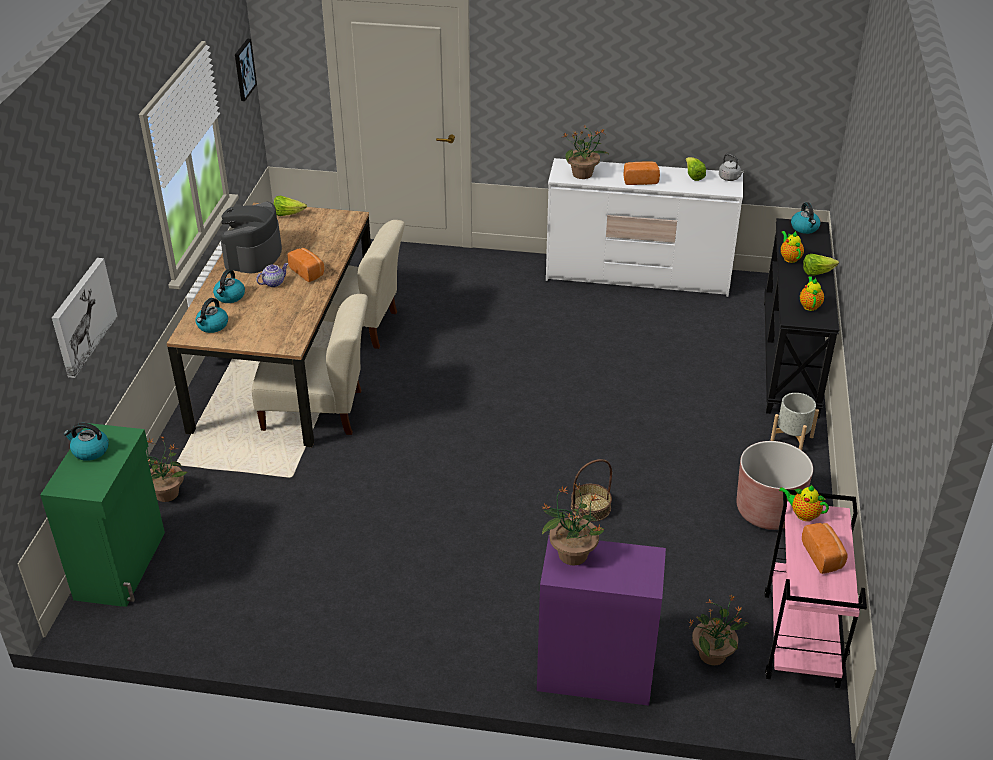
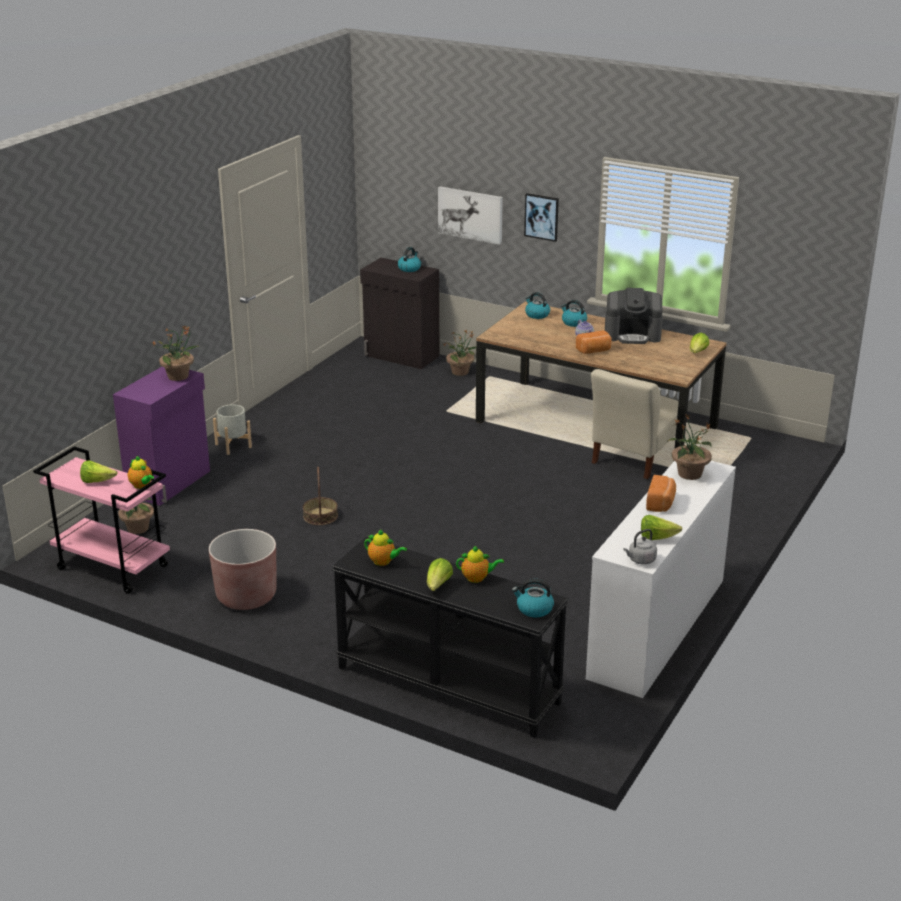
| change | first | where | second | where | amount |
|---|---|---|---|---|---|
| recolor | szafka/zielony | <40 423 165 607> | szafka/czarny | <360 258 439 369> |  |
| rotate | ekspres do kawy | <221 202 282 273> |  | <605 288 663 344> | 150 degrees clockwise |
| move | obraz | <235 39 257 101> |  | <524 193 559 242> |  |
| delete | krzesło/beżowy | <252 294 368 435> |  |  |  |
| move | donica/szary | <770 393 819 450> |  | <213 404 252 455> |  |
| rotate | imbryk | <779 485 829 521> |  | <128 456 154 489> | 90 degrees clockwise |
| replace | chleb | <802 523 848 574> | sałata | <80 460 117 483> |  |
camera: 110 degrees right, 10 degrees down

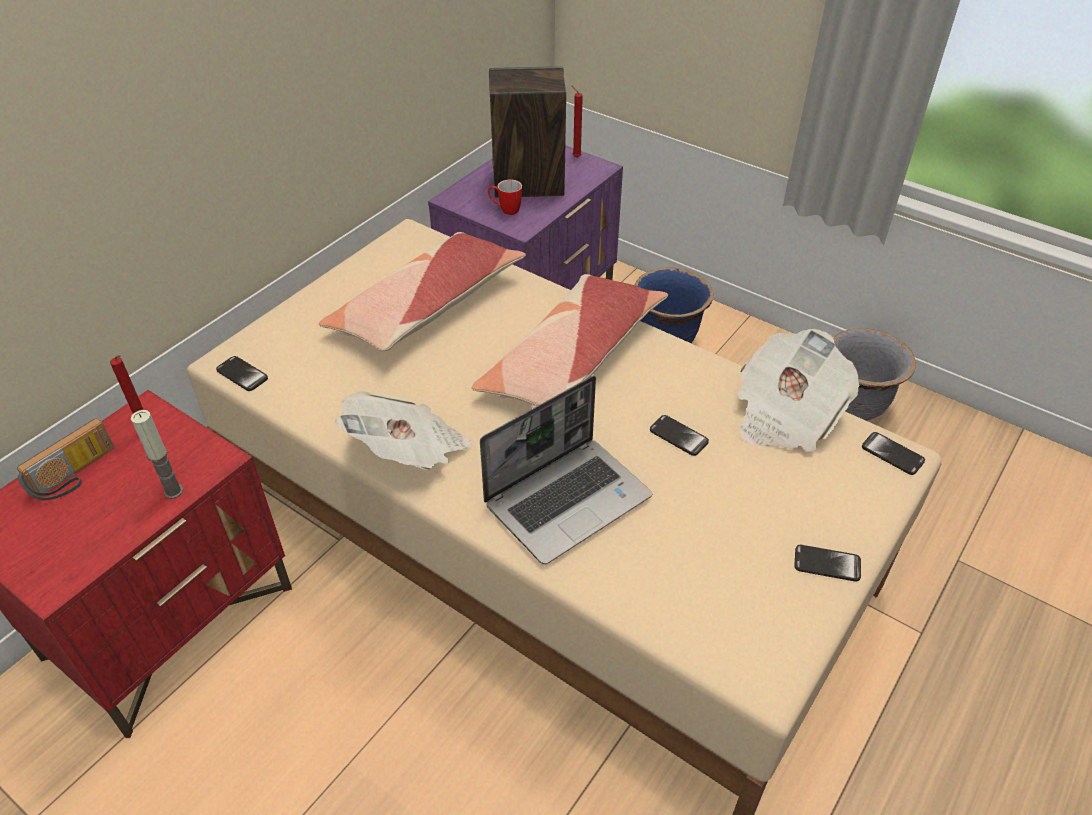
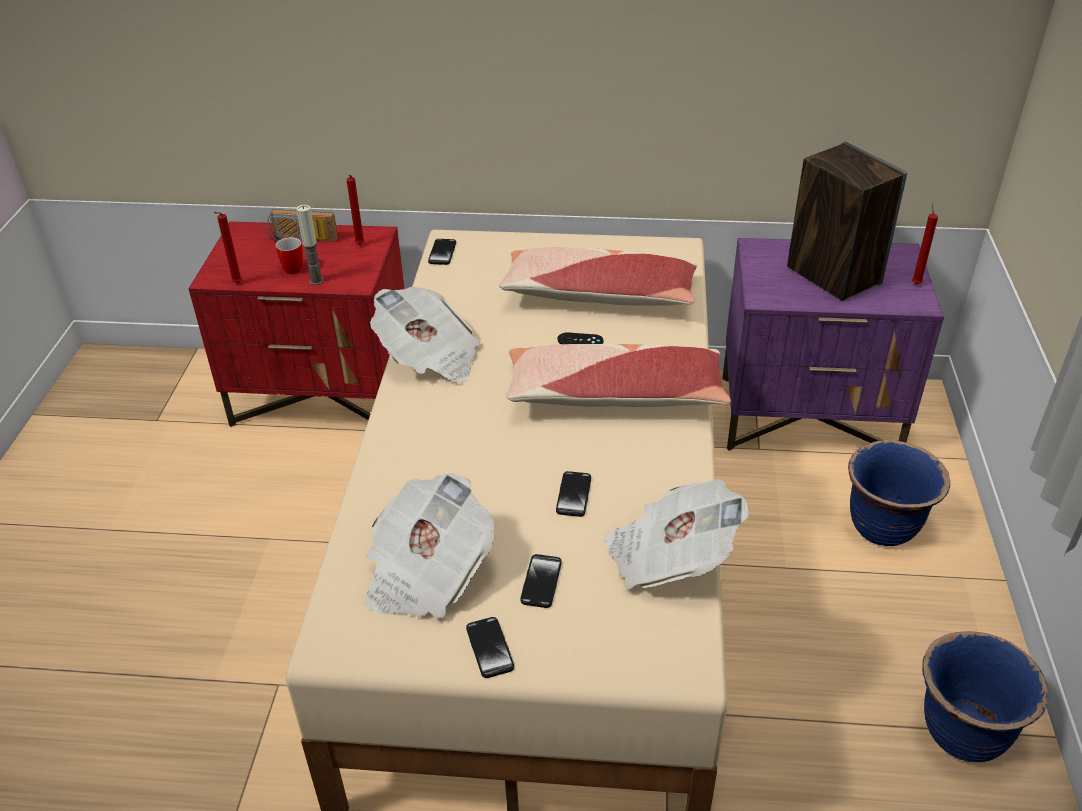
| change | first | where | second | where | amount |
|---|---|---|---|---|---|
| delete | laptop | <480 376 652 565> |  |  |  |
| move | kubek | <488 179 522 215> |  | <275 237 303 274> |  |
| recolor | donica/szary | <834 328 916 421> | donica/niebieski | <922 632 1048 762> |  |
| move | telefon | <862 432 925 475> |  | <520 554 562 608> |  |
| insert |  |  | świeca/czerwony | <213 212 242 284> |  |
| insert |  |  | gazeta | <364 473 494 619> |  |
| insert |  |  | pad do gier/czarny | <557 332 604 344> |  |
camera: 60 degrees right, 5 degrees down

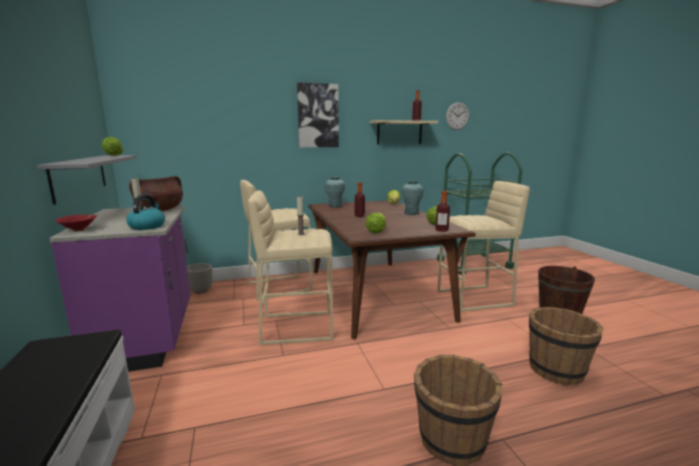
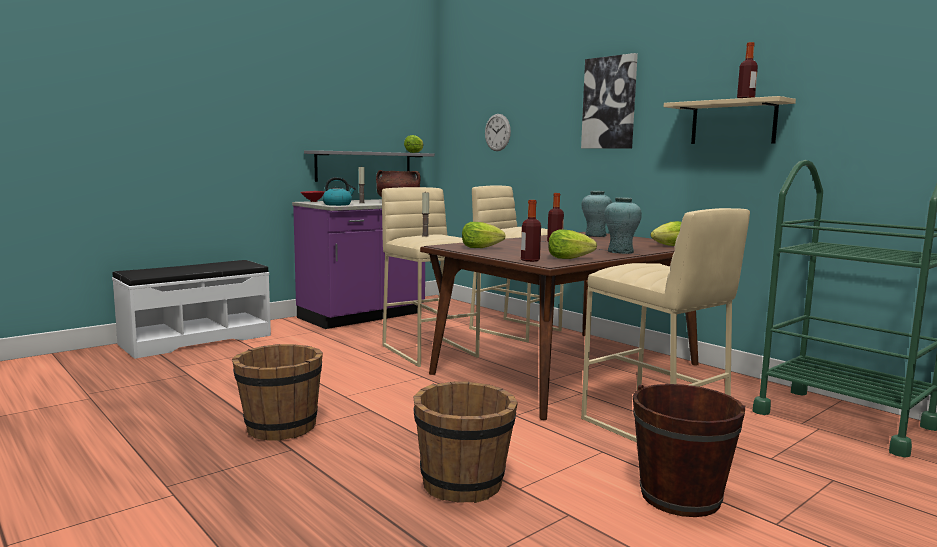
| change | first | where | second | where | amount |
|---|---|---|---|---|---|
| delete | donica | <187 263 213 294> |  |  |  |
| move | zegar ścienny | <446 102 469 130> |  | <485 114 511 151> |  |
camera: 65 degrees right, 5 degrees down

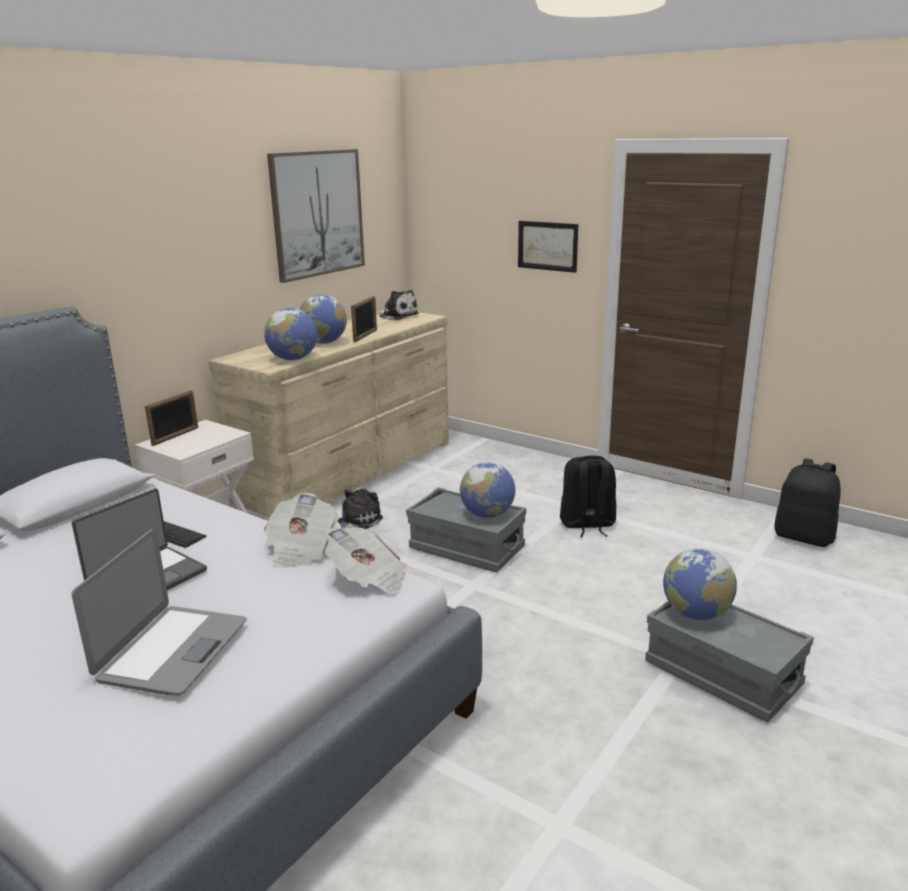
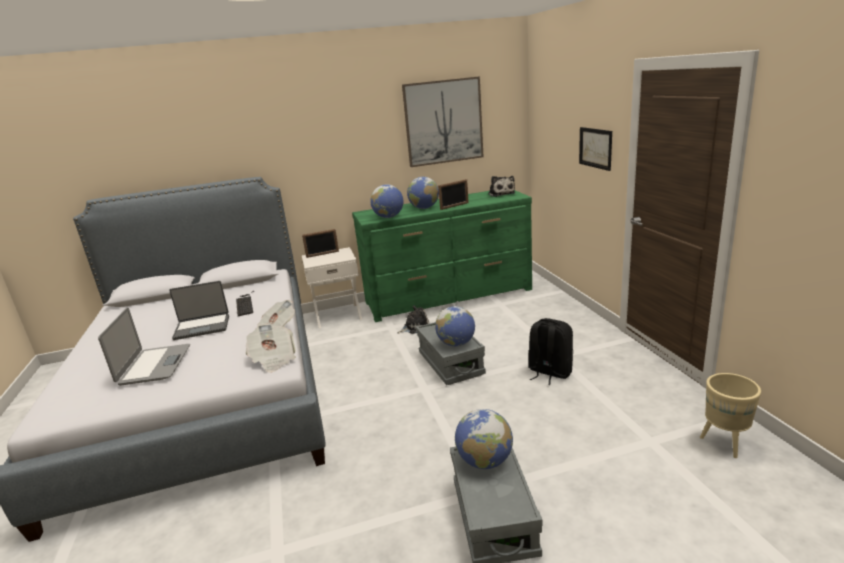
| change | first | where | second | where | amount |
|---|---|---|---|---|---|
| rotate | laptop | <71 529 247 695> |  | <98 308 190 386> | 60 degrees counterclockwise |
| recolor | komoda/beżowy | <209 310 449 517> | komoda/zielony | <352 190 532 322> |  |
| replace | plecak/czarny | <774 458 841 547> | donica/beżowy | <700 373 761 458> |  |
camera: 40 degrees right, 0 degrees up

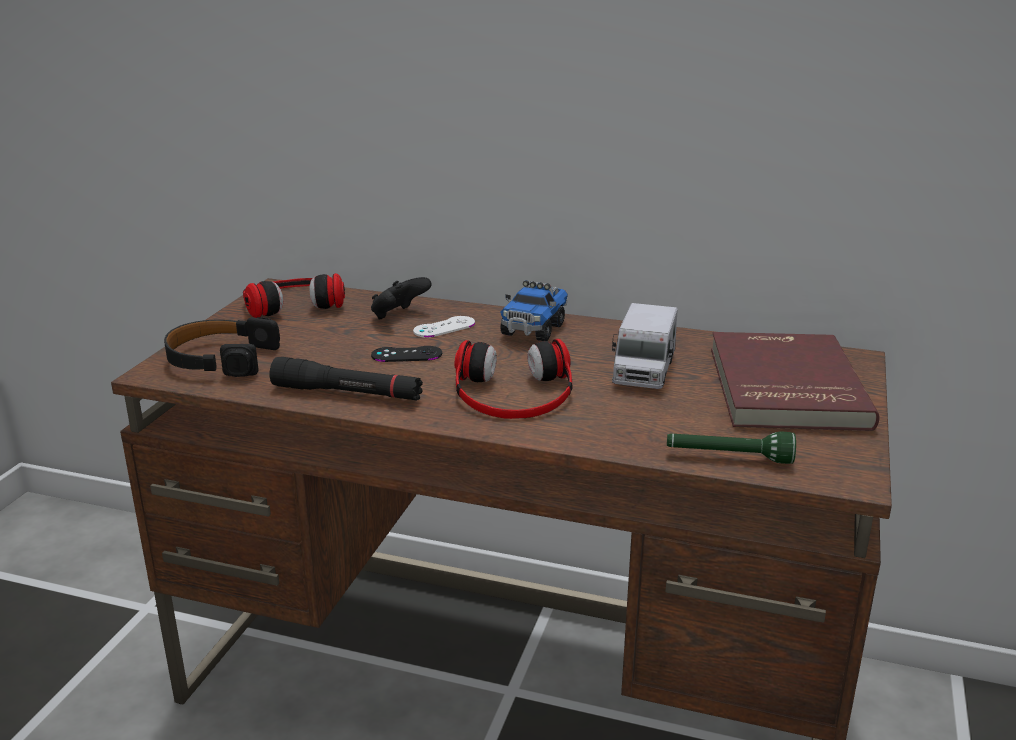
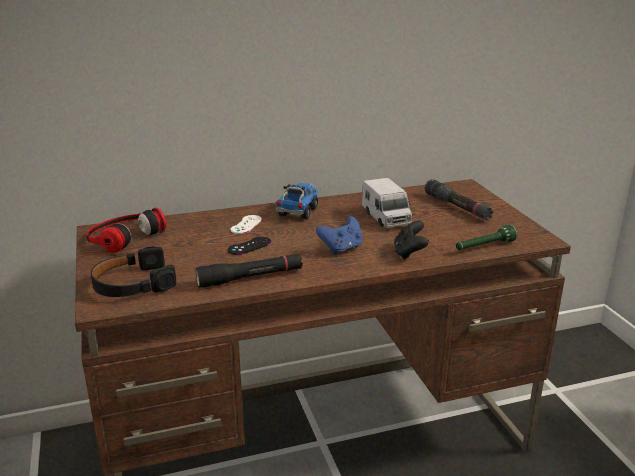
| change | first | where | second | where | amount |
|---|---|---|---|---|---|
| move | pad do gier/czarny | <371 277 432 319> |  | <394 221 429 259> |  |
| replace | słuchawki | <454 339 572 419> | pad do gier/niebieski | <316 216 363 255> |  |
| rotate | ciężarówka zabawkowa | <500 280 568 341> |  | <276 183 318 219> | 150 degrees counterclockwise |
| replace | książka/czerwony | <711 332 880 431> | latarka/czarny | <425 179 493 220> |  |
camera: 35 degrees left, 0 degrees up

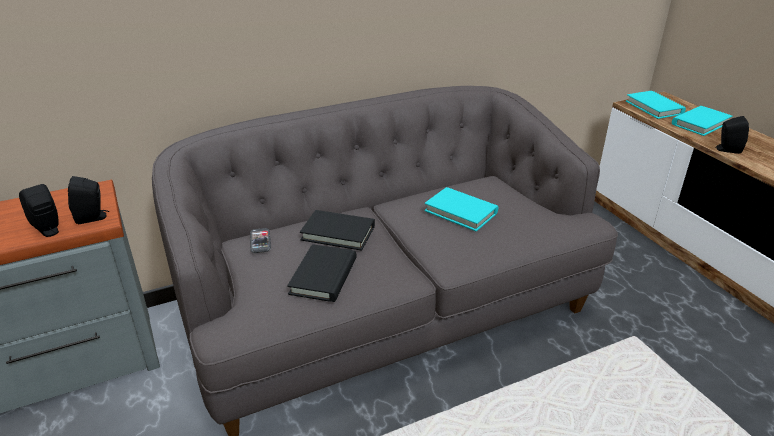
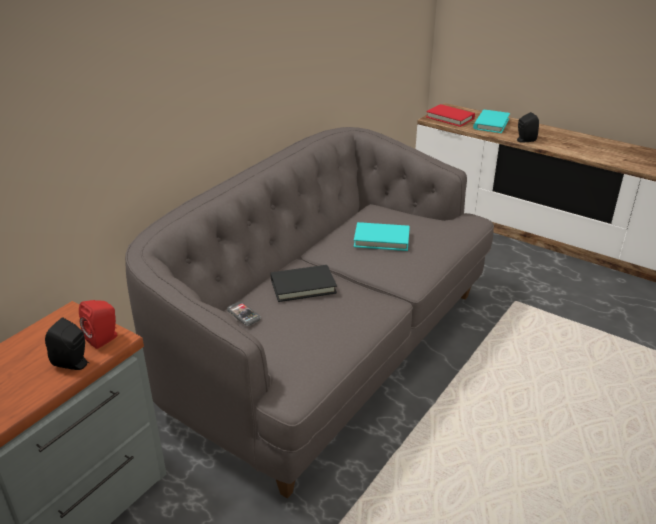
| change | first | where | second | where | amount |
|---|---|---|---|---|---|
| recolor | głośnik/czarny | <68 176 109 224> | głośnik/czerwony | <79 300 117 349> |  |
| delete | książka/czarny | <287 244 357 302> |  |  |  |
| recolor | książka/turkusowy | <626 91 686 119> | książka/czerwony | <426 104 475 127> |  |
camera: 30 degrees left, 0 degrees up

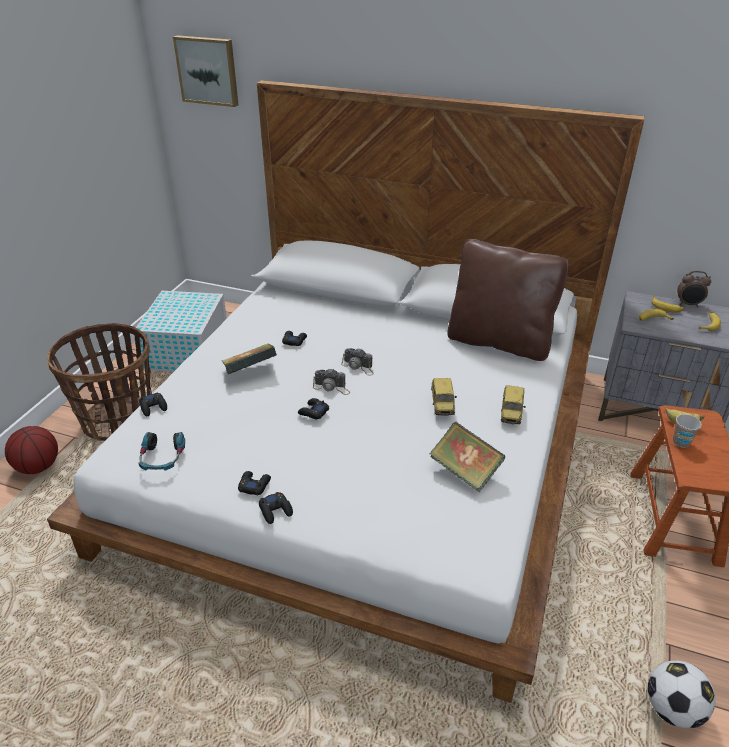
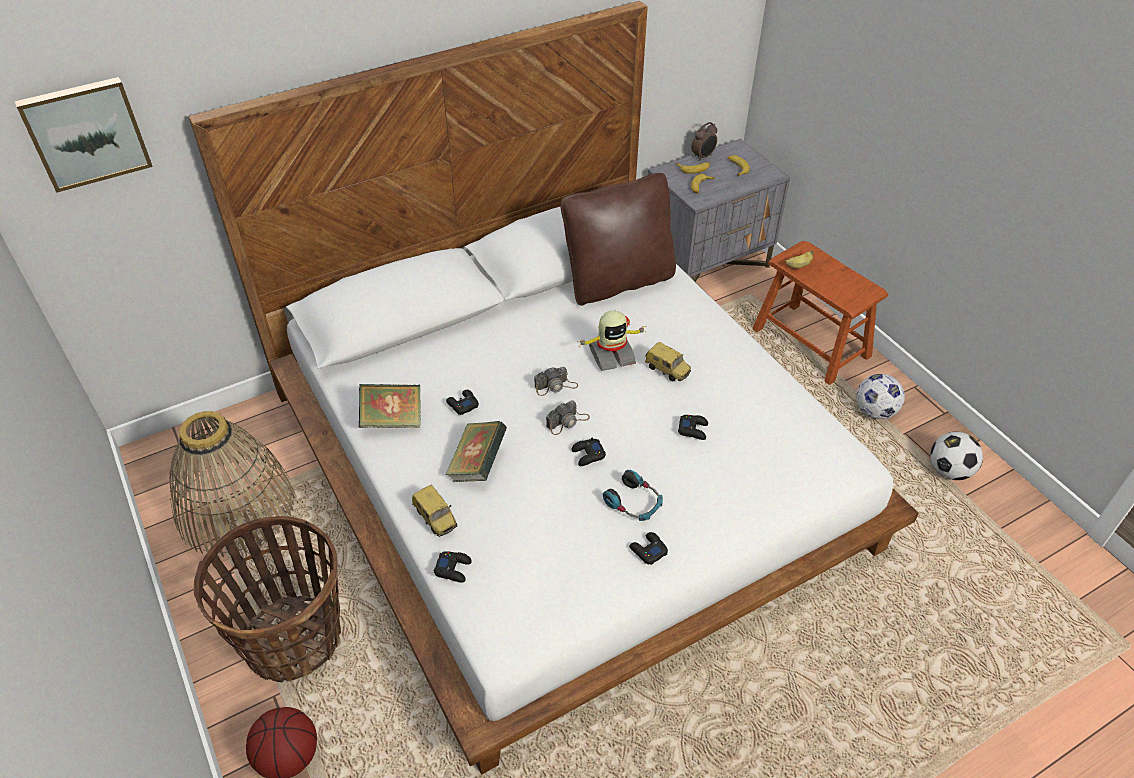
| change | first | where | second | where | amount |
|---|---|---|---|---|---|
| replace | pojemnik do przechowywania/biały | <136 291 227 372> | koszyk | <170 411 295 557> |  |
| move | słuchawki | <138 432 185 471> |  | <603 470 663 521> |  |
| move | pad do gier/czarny | <259 492 293 524> |  | <678 415 708 440> |  |
| move | książka | <430 422 505 492> |  | <359 384 421 428> |  |
| move | samochodzik | <501 385 525 424> |  | <412 485 457 537> |  |
| delete | filiżanka | <673 414 702 448> |  |  |  |
| insert |  |  | robot zabawkowy | <577 311 647 371> |  |
| insert |  |  | piłka futbolowa | <856 374 905 419> |  |
camera: 50 degrees left, 10 degrees up

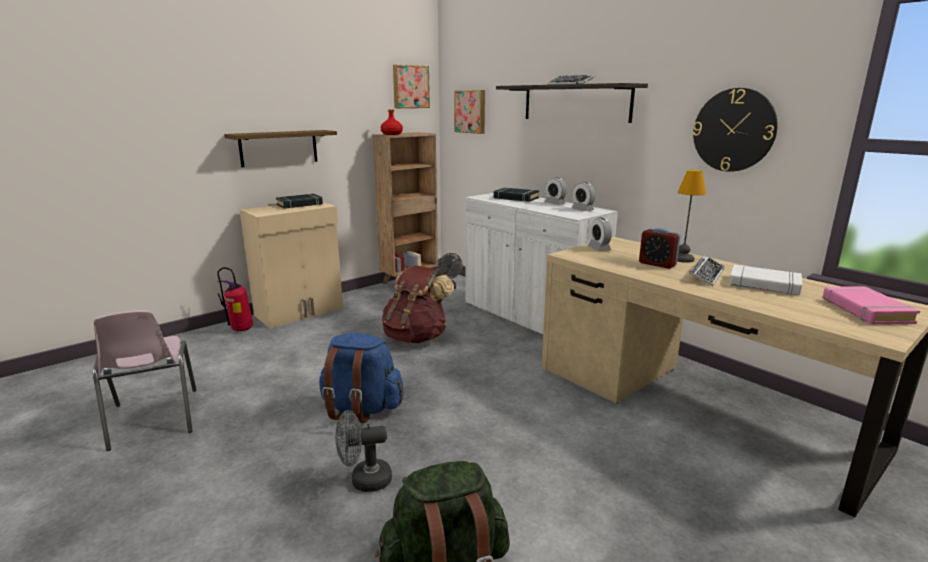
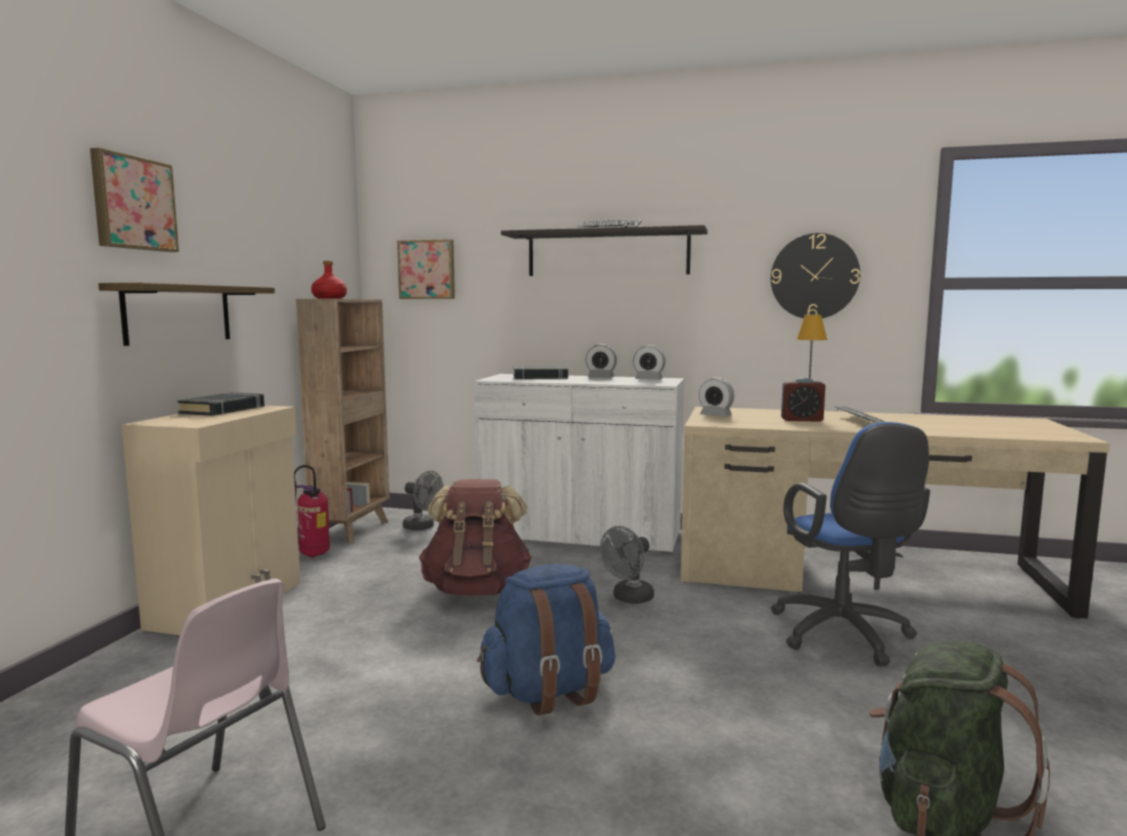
| change | first | where | second | where | amount |
|---|---|---|---|---|---|
| move | gaśnica | <217 267 253 331> |  | <294 465 330 557> |  |
| move | wentylator/szary | <335 410 392 492> |  | <600 526 654 604> |  |
| move | obraz | <393 65 430 108> |  | <90 148 179 252> |  |
| delete | książka/biały | <729 265 803 296> |  |  |  |
| delete | książka/różowy | <822 286 920 325> |  |  |  |
| insert |  |  | krzesło biurowe/niebieski | <771 422 930 666> |  |
camera: 35 degrees left, 10 degrees down

